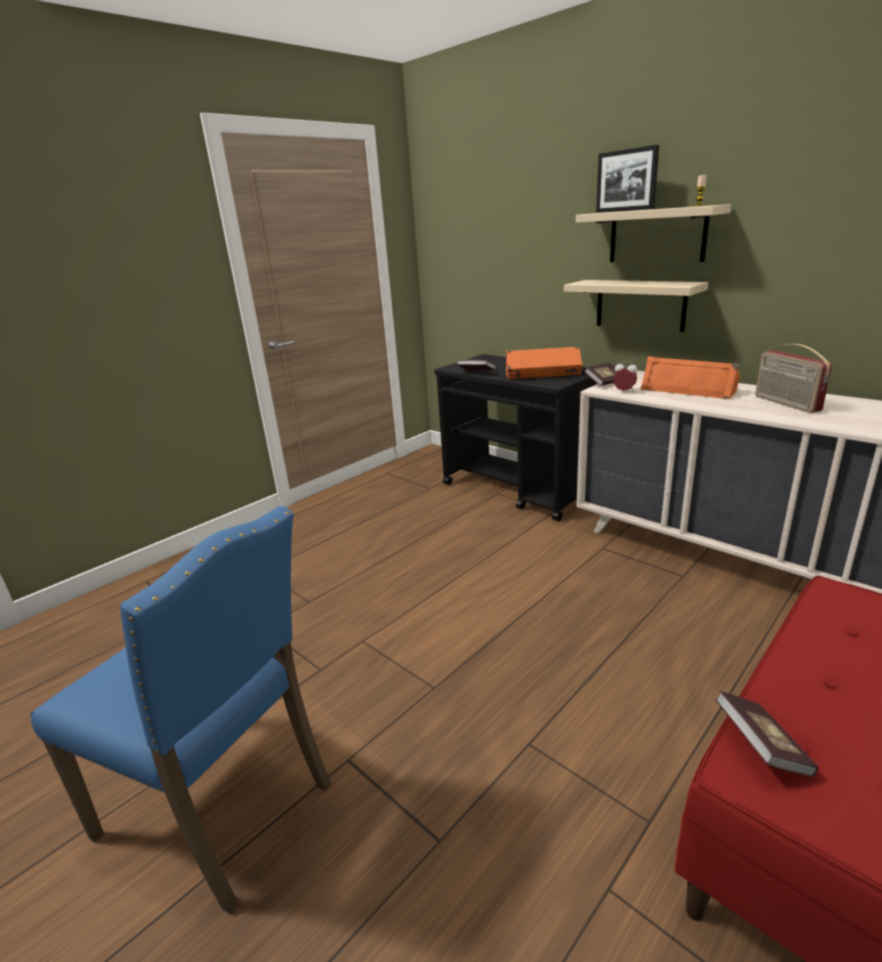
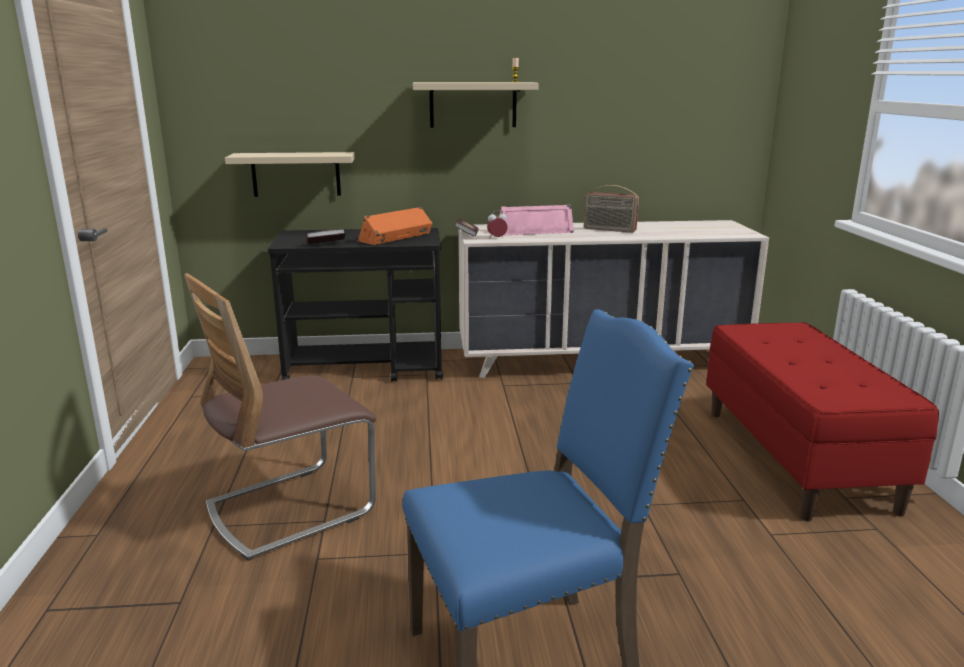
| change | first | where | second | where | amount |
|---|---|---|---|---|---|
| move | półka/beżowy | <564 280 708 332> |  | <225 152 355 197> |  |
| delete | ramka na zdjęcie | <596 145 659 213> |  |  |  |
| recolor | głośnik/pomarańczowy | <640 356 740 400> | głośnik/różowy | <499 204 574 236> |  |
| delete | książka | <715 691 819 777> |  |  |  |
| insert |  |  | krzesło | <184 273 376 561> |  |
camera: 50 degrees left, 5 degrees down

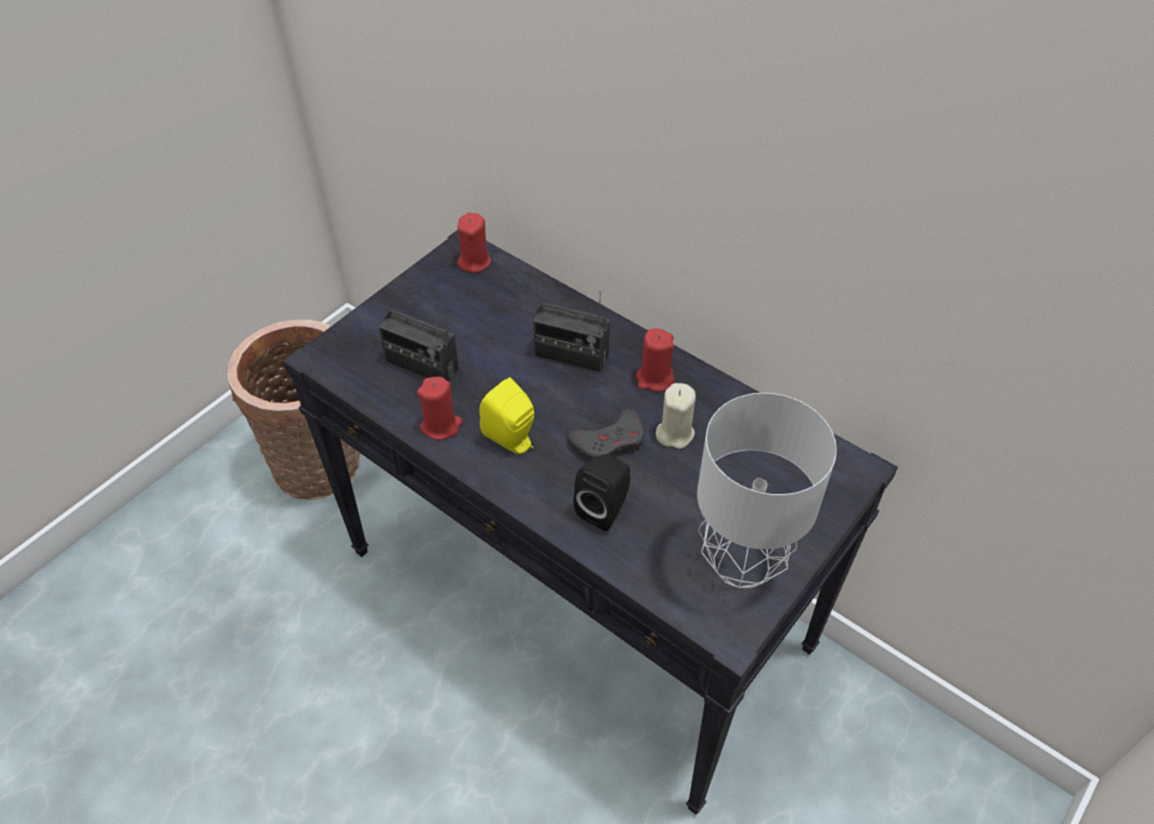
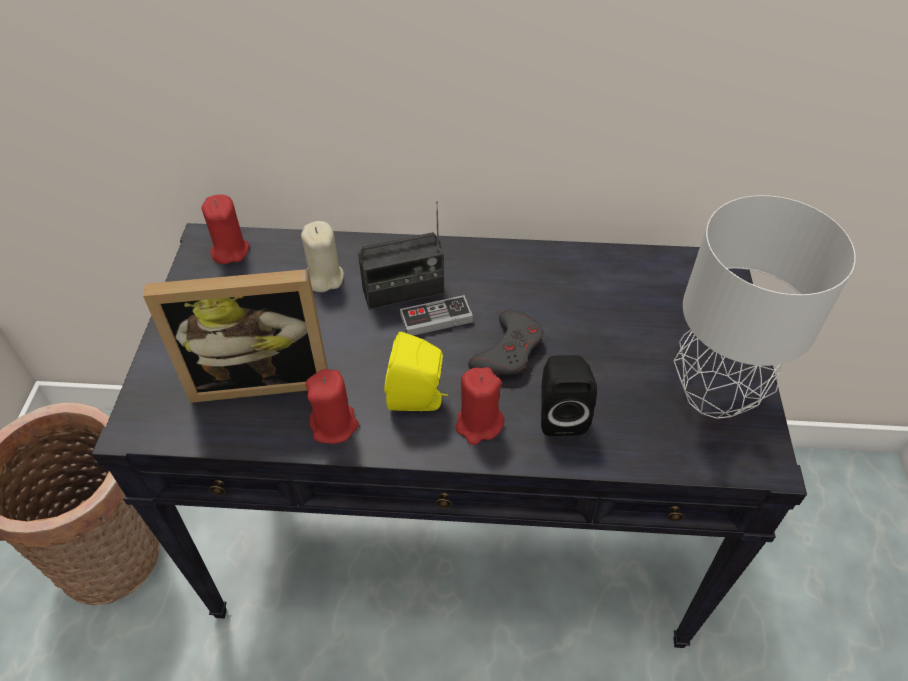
| change | first | where | second | where | amount |
|---|---|---|---|---|---|
| replace | radio | <379 304 459 381> | ramka na zdjęcie | <143 269 328 403> |  |
| move | świeca/czerwony | <636 329 675 392> |  | <456 367 504 445> |  |
| move | świeca/beżowy | <656 383 696 449> |  | <301 221 344 292> |  |
| insert |  |  | pad do gier | <400 295 473 335> |  |
camera: 35 degrees left, 0 degrees up

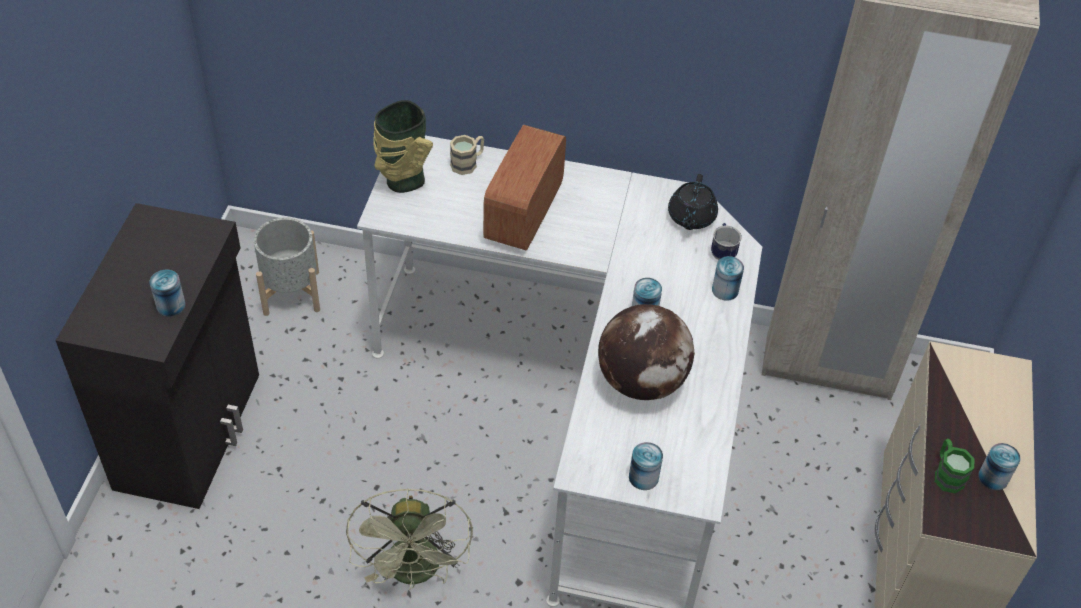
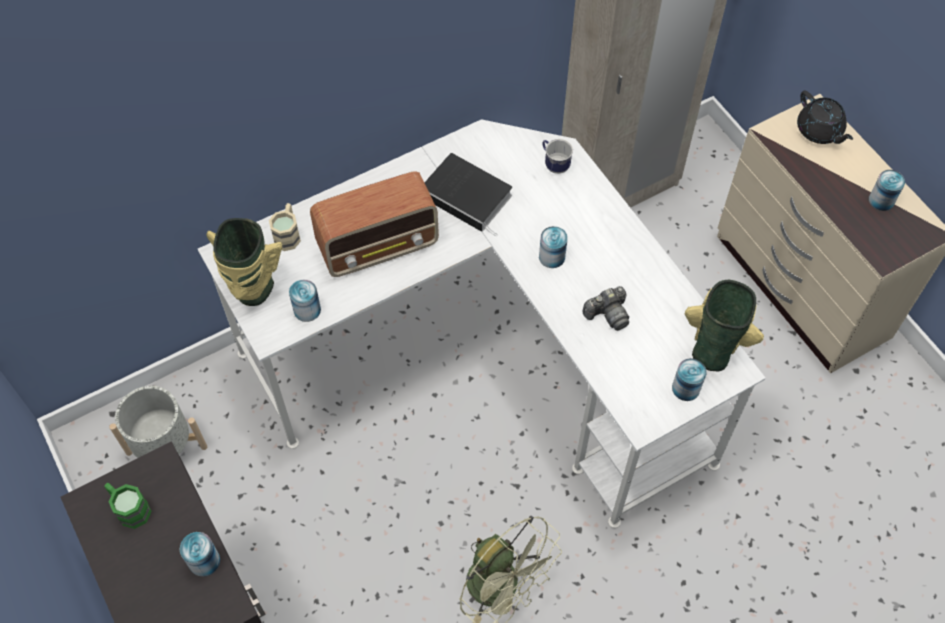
| change | first | where | second | where | amount |
|---|---|---|---|---|---|
| rotate | radio | <483 125 566 250> |  | <310 171 439 277> | 90 degrees counterclockwise |
| replace | globus | <598 304 695 400> | aparat fotograficzny | <582 286 629 331> |  |
| move | imbryk/czarny | <668 174 718 230> |  | <797 91 853 144> |  |
| move | puszka | <712 256 744 301> |  | <289 280 321 322> |  |
| move | kubek/zielony | <935 439 974 493> |  | <104 483 152 529> |  |
| insert |  |  | książka | <424 153 512 236> |  |
| insert |  |  | wazon | <685 280 764 371> |  |
camera: 40 degrees left, 10 degrees up

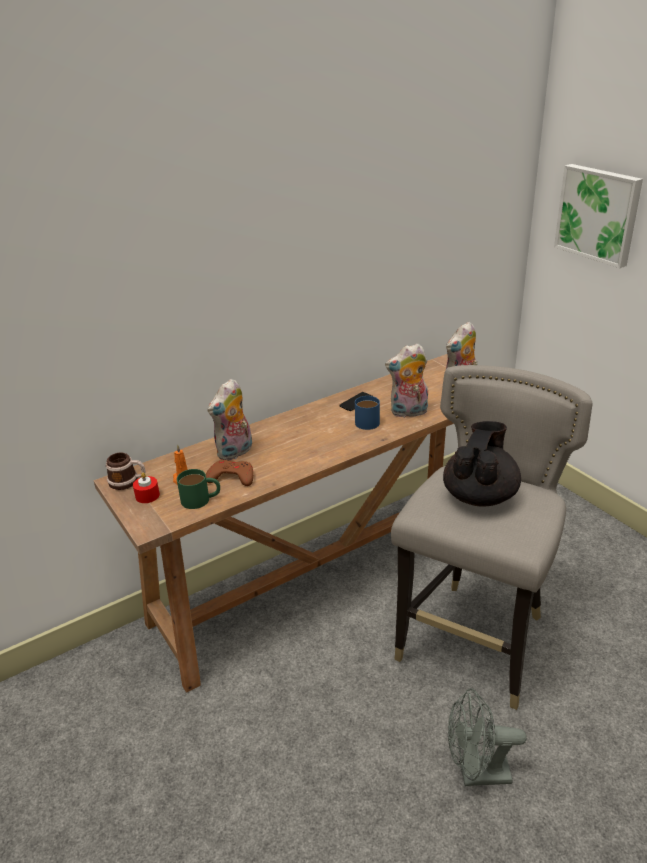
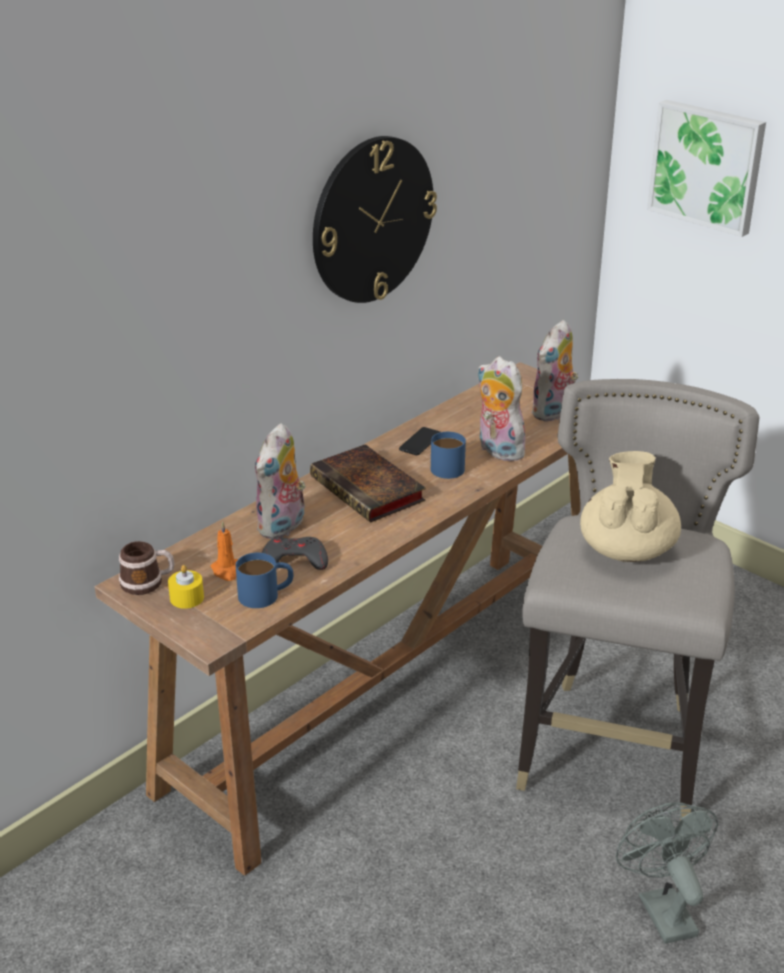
| change | first | where | second | where | amount |
|---|---|---|---|---|---|
| recolor | świeca/czerwony | <133 472 160 503> | świeca/żółty | <168 565 204 609> |  |
| recolor | kubek/zielony | <177 469 220 509> | kubek/niebieski | <236 553 293 608> |  |
| recolor | pad do gier/brązowy | <206 459 253 486> | pad do gier/szary | <262 537 328 570> |  |
| rotate | pluszak | <385 343 428 418> |  | <477 357 526 461> | 75 degrees clockwise |
| recolor | imbryk/czarny | <443 421 521 506> | imbryk/beżowy | <580 451 681 562> |  |
| rotate | wentylator/szary | <448 688 527 786> |  | <616 802 718 944> | 90 degrees clockwise |
| insert |  |  | książka | <310 444 426 523> |  |
| insert |  |  | zegar ścienny | <313 136 437 303> |  |
camera: 15 degrees left, 0 degrees up

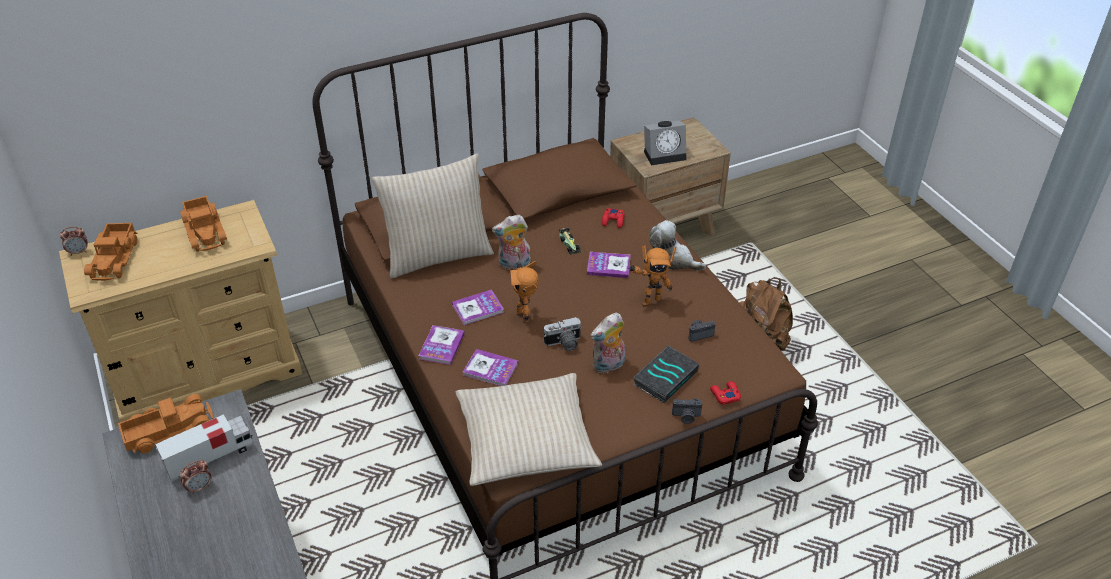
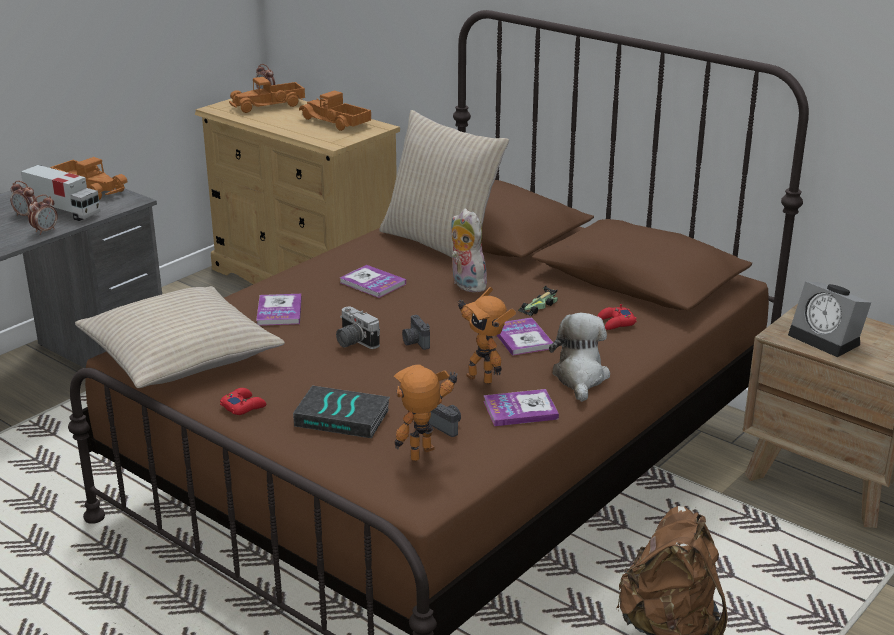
| change | first | where | second | where | amount |
|---|---|---|---|---|---|
| rotate | ciężarówka zabawkowa | <180 196 227 252> |  | <299 91 371 131> | 90 degrees clockwise |
| move | książka | <419 325 465 365> |  | <483 389 559 426> |  |
| move | robot zabawkowy | <510 261 539 323> |  | <394 364 458 461> |  |
| delete | pluszak | <590 313 625 373> |  |  |  |
| move | aparat fotograficzny | <672 398 702 424> |  | <402 315 430 350> |  |
| move | pad do gier/czerwony | <710 381 741 405> |  | <220 388 266 415> |  |
| insert |  |  | budzik | <28 194 58 235> |  |
camera: 65 degrees right, 15 degrees down

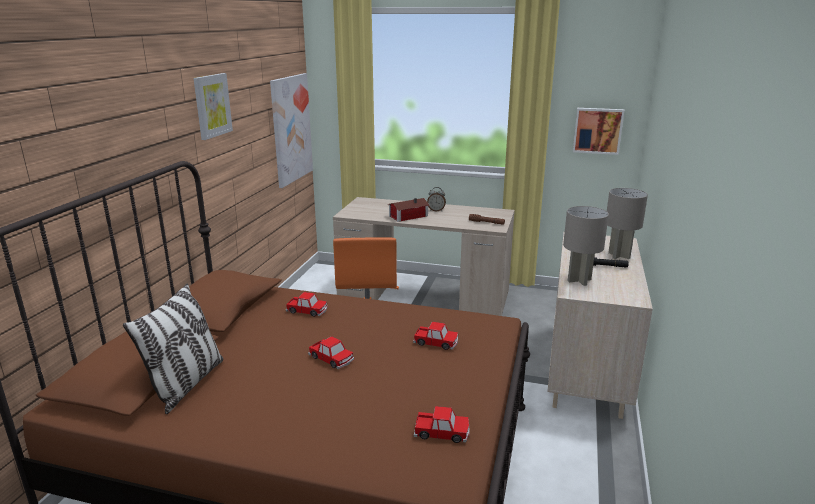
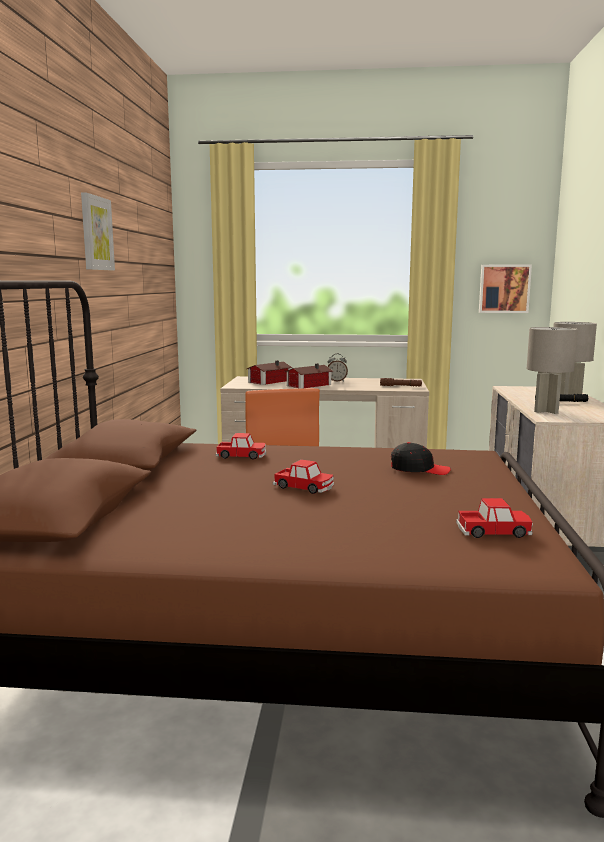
| change | first | where | second | where | amount |
|---|---|---|---|---|---|
| delete | poduszka | <123 283 224 414> |  |  |  |
| delete | obraz | <270 73 313 188> |  |  |  |
| replace | samochodzik | <413 322 458 350> | czapka z daszkiem/czarny | <391 442 451 475> |  |
| insert |  |  | domek | <247 360 293 385> |  |
camera: 10 degrees left, 10 degrees down

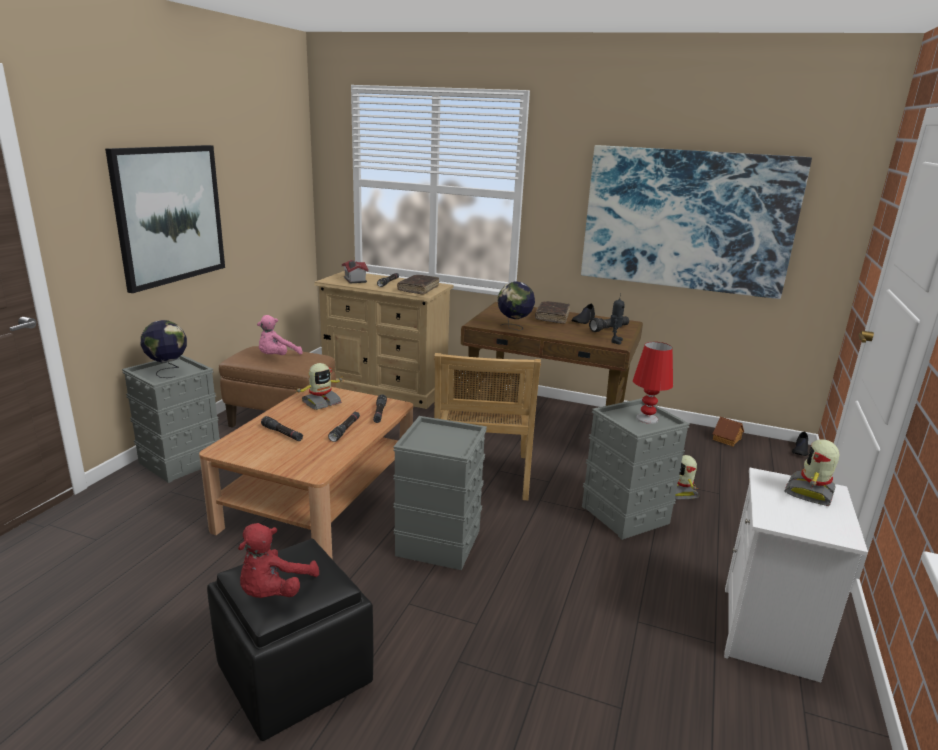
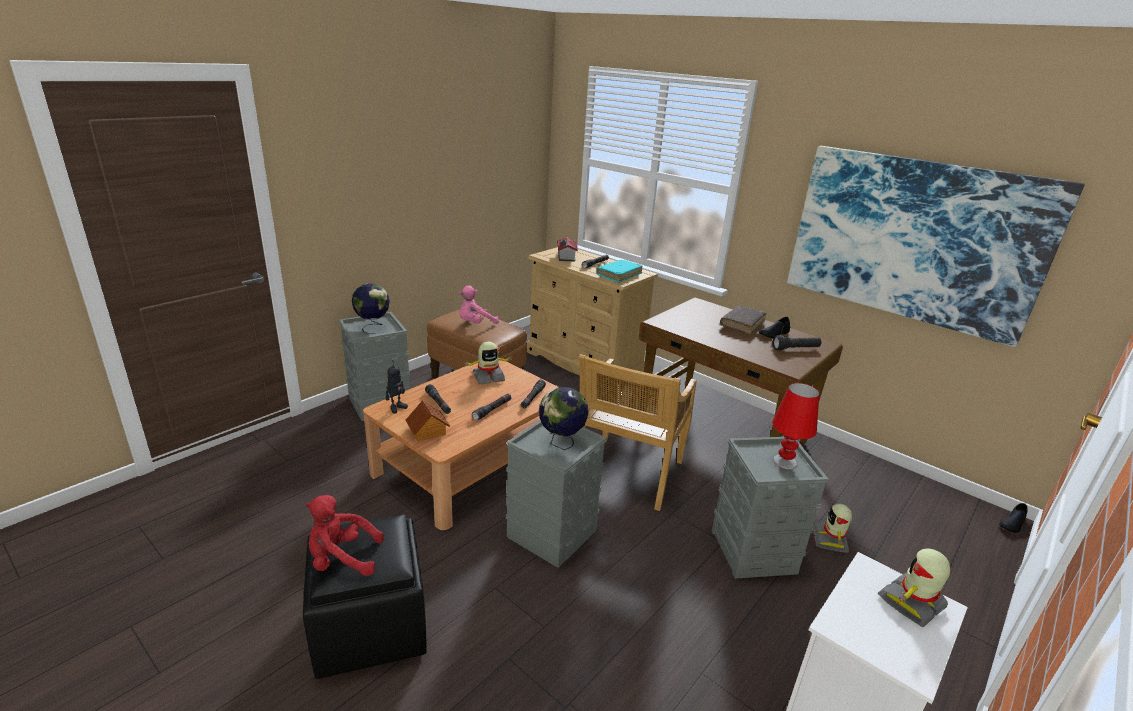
| change | first | where | second | where | amount |
|---|---|---|---|---|---|
| delete | obraz | <105 145 225 293> |  |  |  |
| rotate | pluszak/czerwony | <238 523 319 598> |  | <306 495 384 576> | 45 degrees clockwise |
| recolor | książka/brązowy | <397 275 439 295> | książka/turkusowy | <597 260 643 283> |  |
| move | globus | <497 281 535 331> |  | <539 387 588 450> |  |
| move | robot zabawkowy | <611 298 625 345> |  | <386 360 408 414> |  |
| move | domek | <713 417 744 447> |  | <406 400 450 442> |  |
camera: 20 degrees right, 5 degrees up

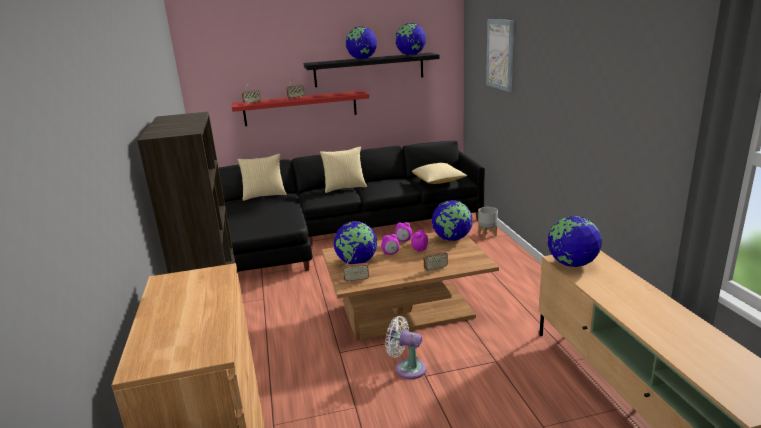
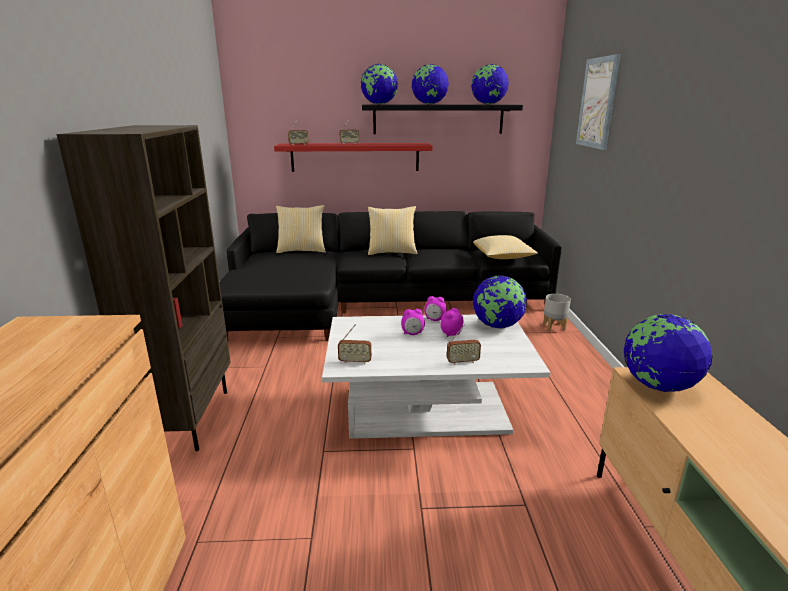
| change | first | where | second | where | amount |
|---|---|---|---|---|---|
| recolor | ława/brązowy | <322 232 499 341> | ława/biały | <322 315 551 439> |  |
| move | globus | <334 221 377 264> |  | <361 64 398 104> |  |
| delete | wentylator/biały | <385 316 426 379> |  |  |  |
camera: 10 degrees right, 0 degrees up

